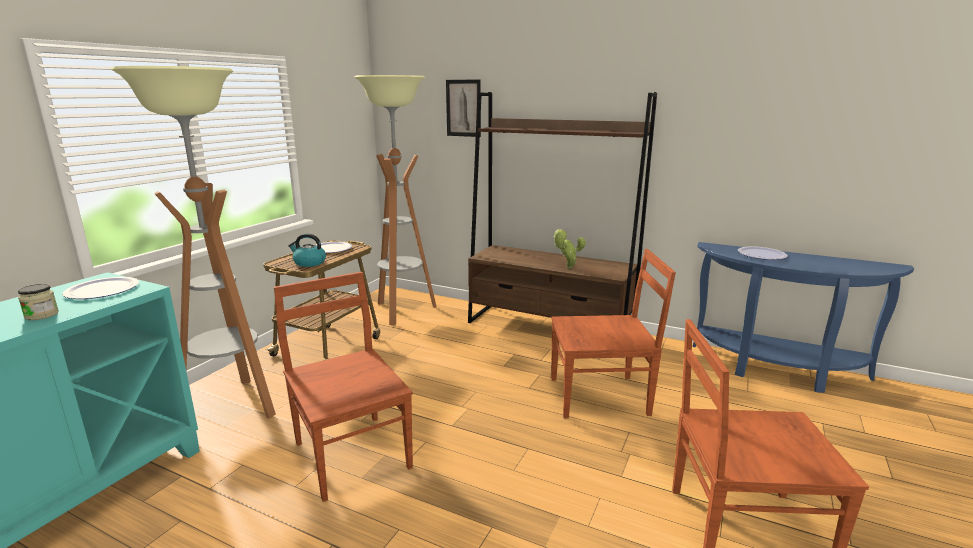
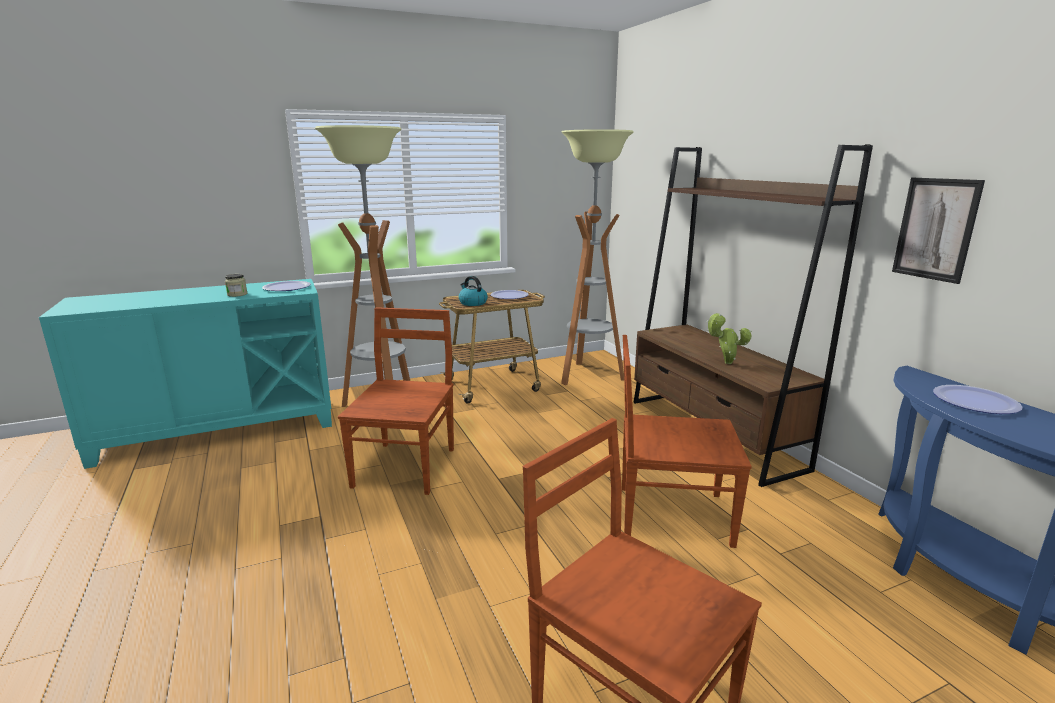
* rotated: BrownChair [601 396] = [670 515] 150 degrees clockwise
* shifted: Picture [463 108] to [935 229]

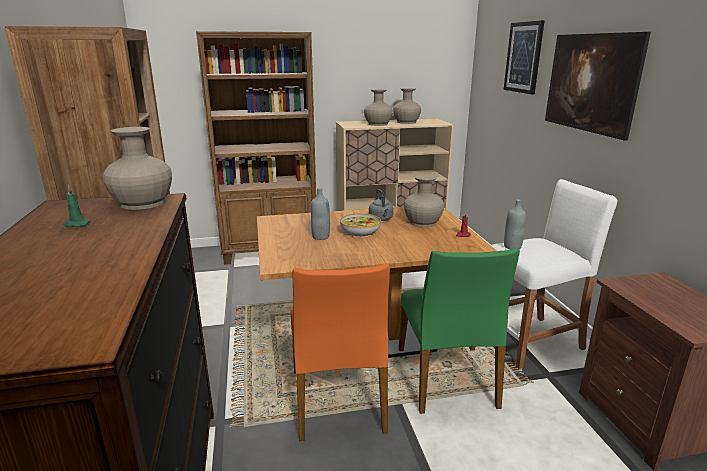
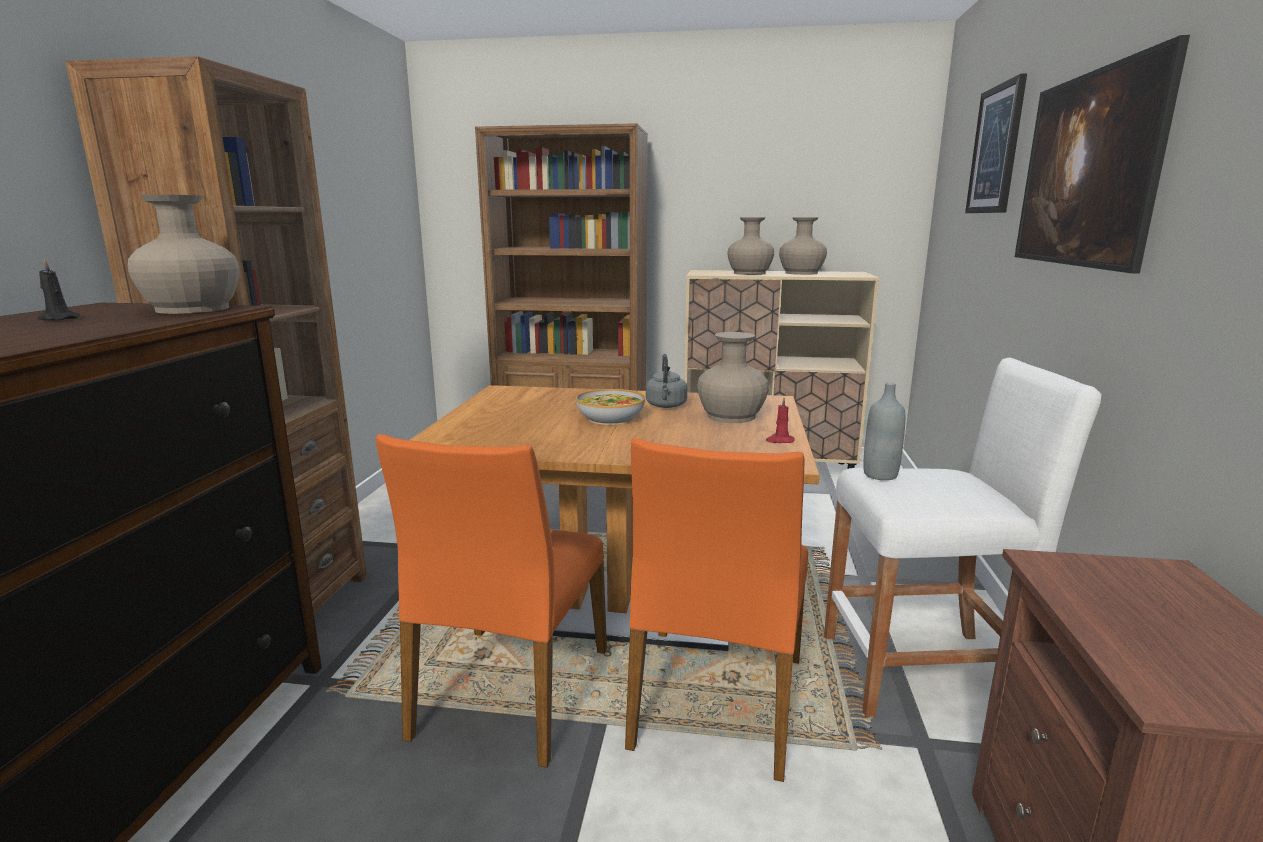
* repainted: GreenCandle [76 224] to BlackCandle [58 319]
* repainted: GreenChair [447 379] to OrangeChair [715 702]
* gone: GreyBottle [320 237]

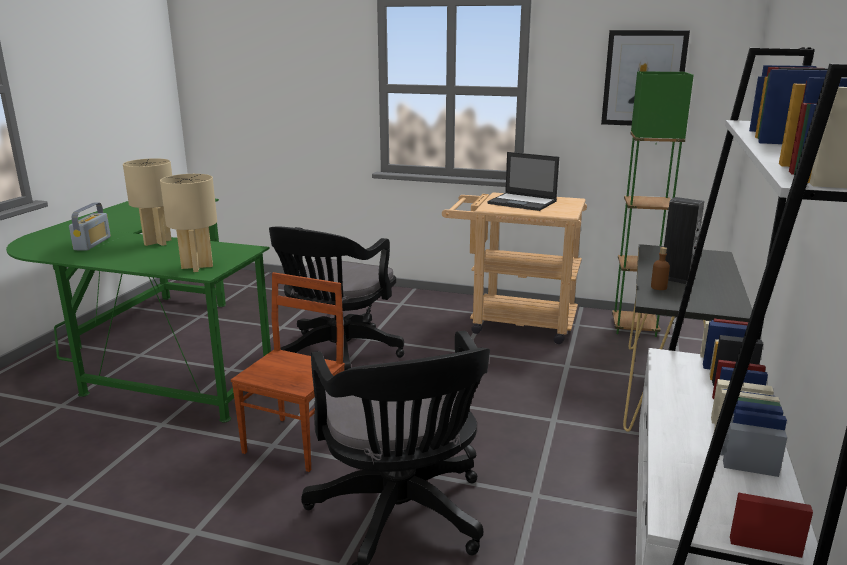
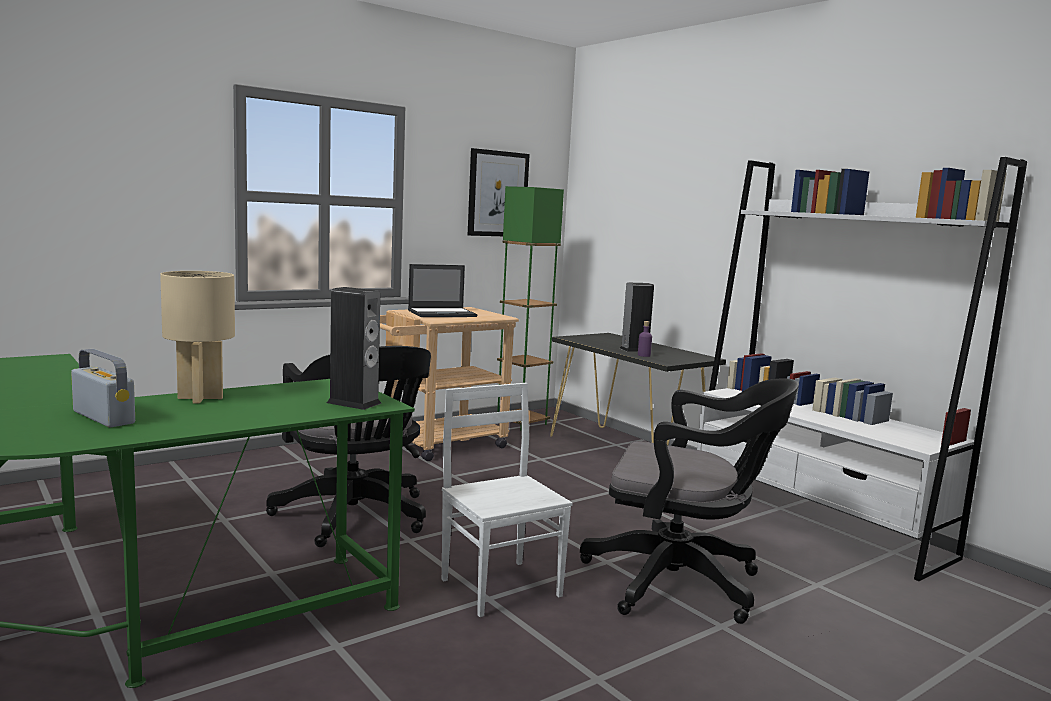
* swapped: BeigeTableLamp [198 267] to Speaker [354 403]
* repainted: BrownChair [297 443] to WhiteChair [501 586]
* repainted: BrownBottle [658 287] to PurpleBottle [644 355]

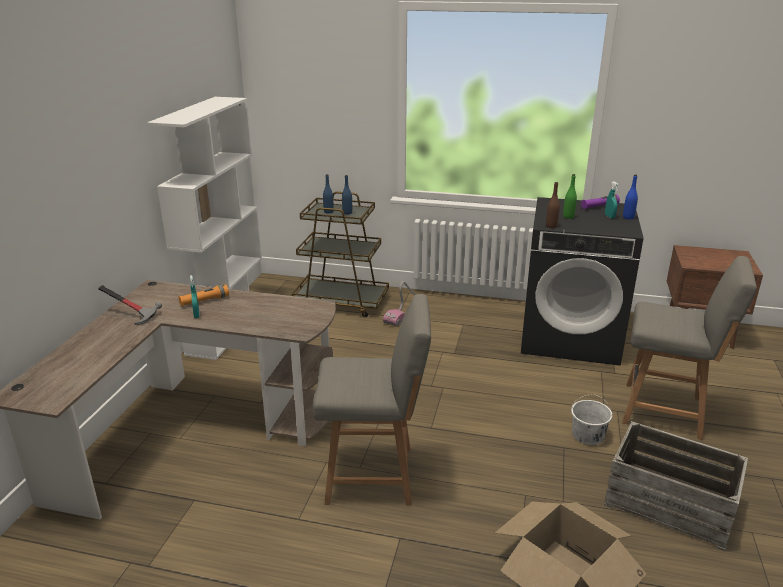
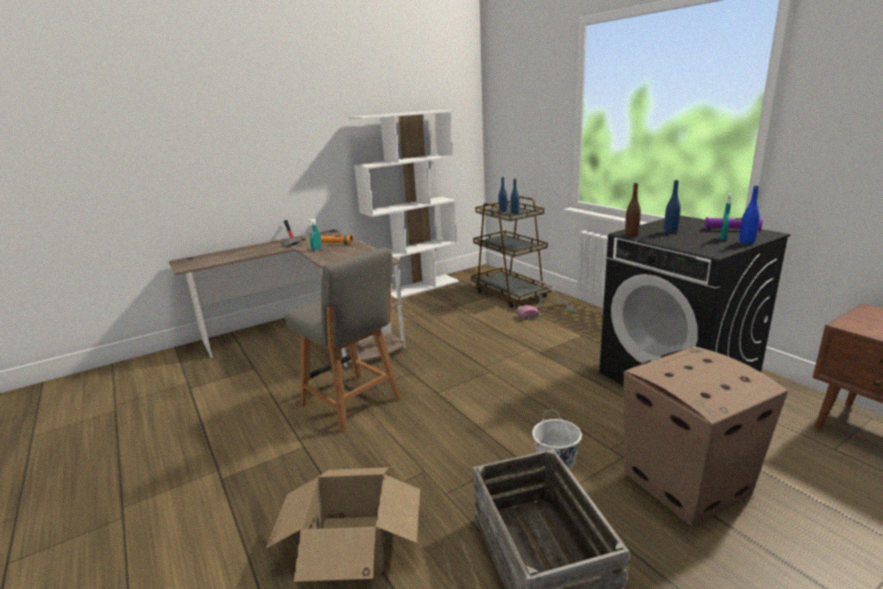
* swapped: GreyChair [666 411] to CardboardBox [684 484]
* repainted: GreenBottle [568 217] to BlueBottle [670 231]

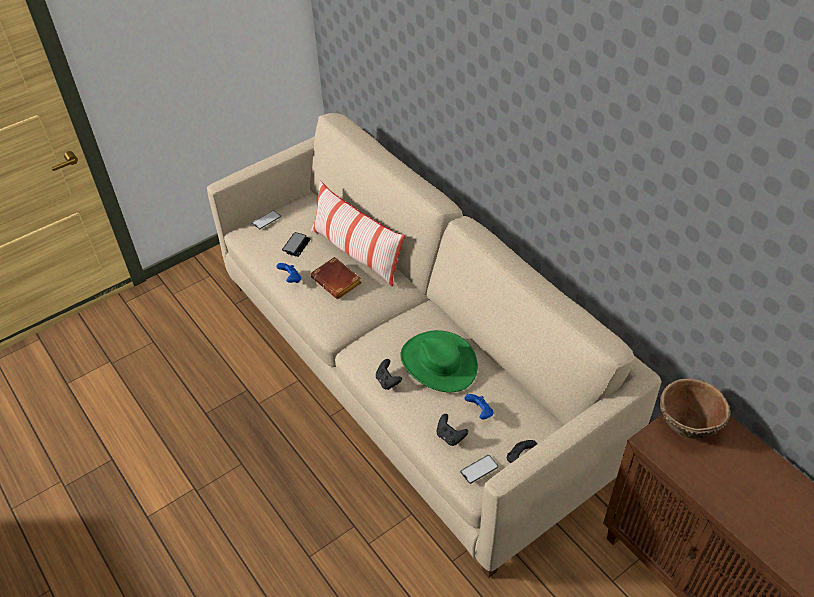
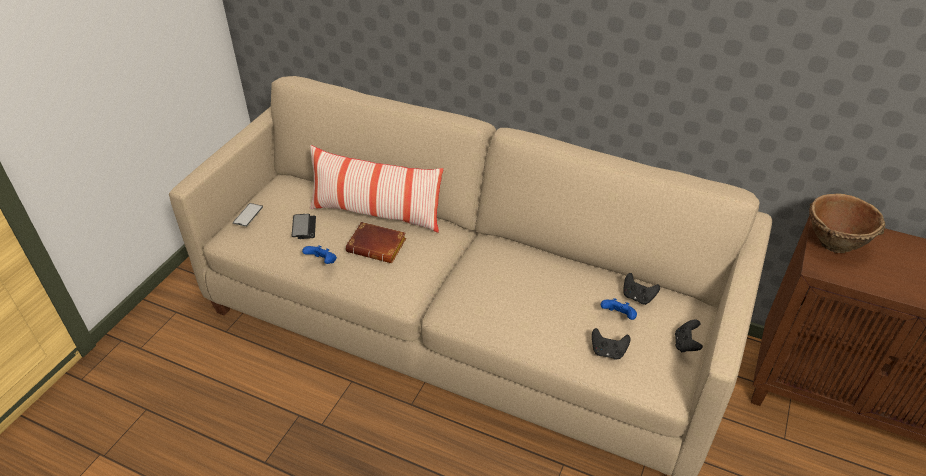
* shifted: BlackGameController [387 381] to [637 297]
* gone: GreenHat [438 362]
* gone: Phone [479 469]

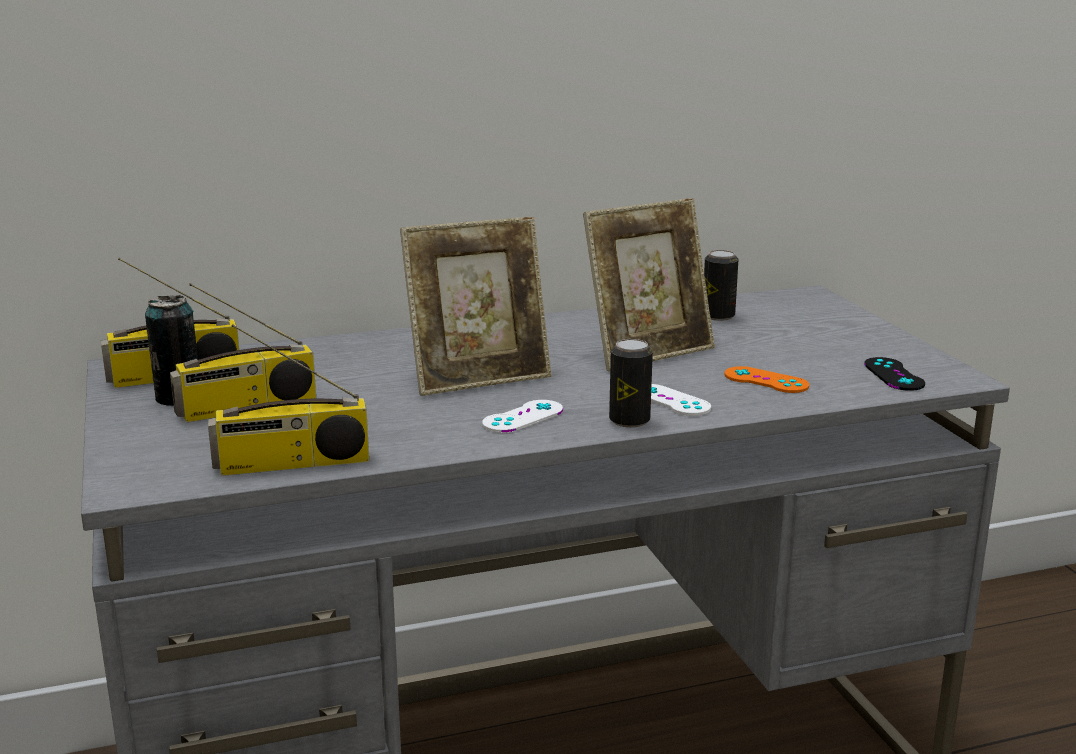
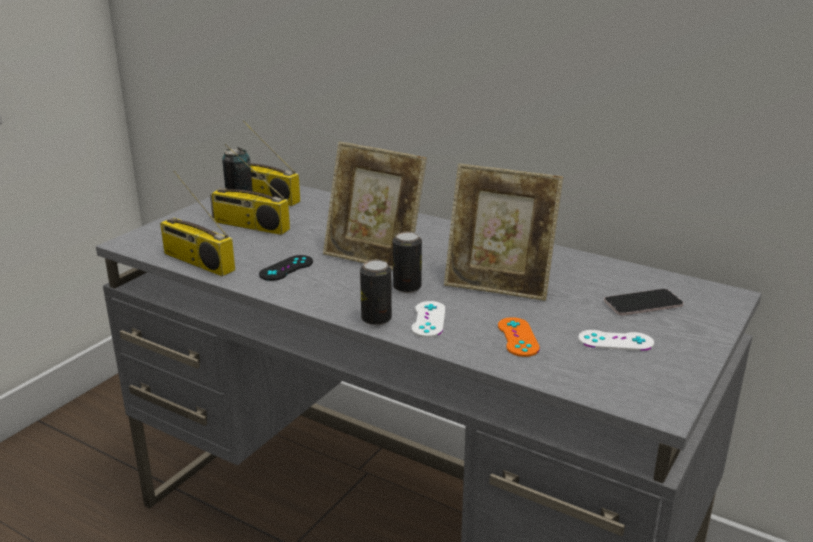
* shifted: BlackGameController [894 374] to [286 268]
* shifted: Can [718 316] to [407 287]
* shifted: WhiteGameController [523 417] to [615 341]
* new: Phone [643 303]

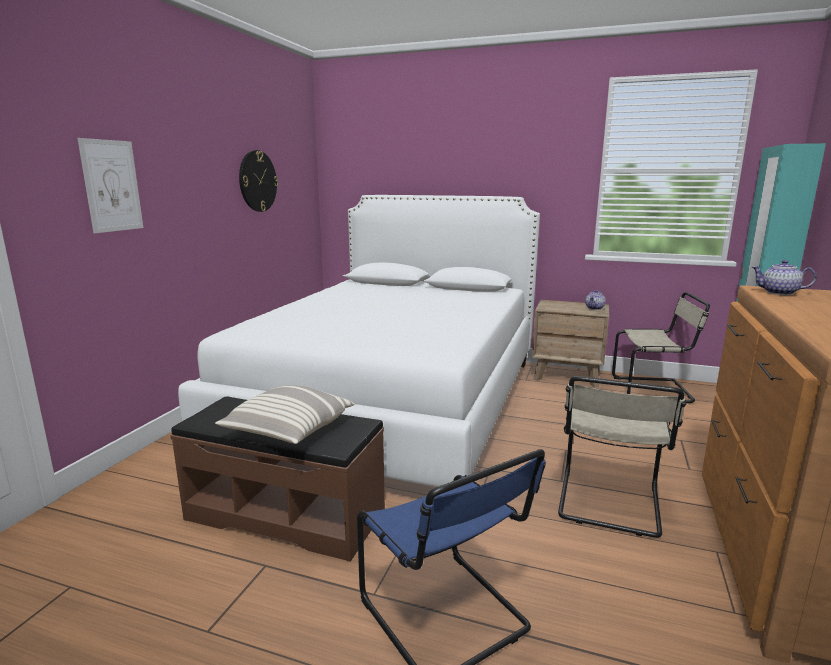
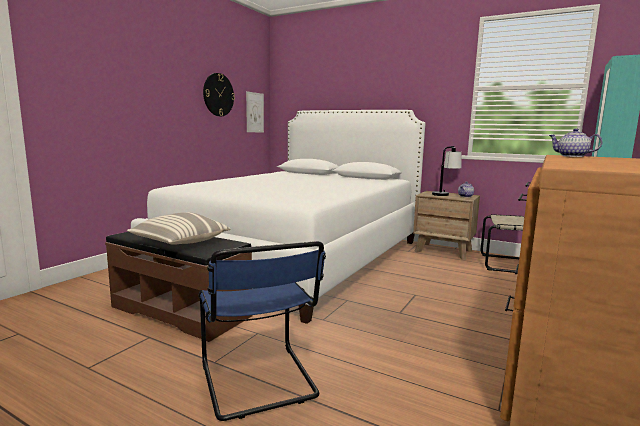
* shifted: Picture [112 186] to [255 112]
* new: TableLamp [445 194]
* gone: BeigeChair [608 504]

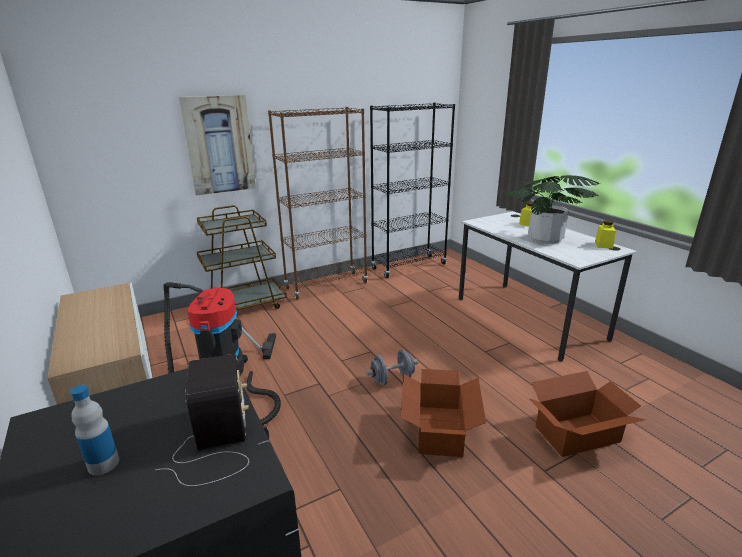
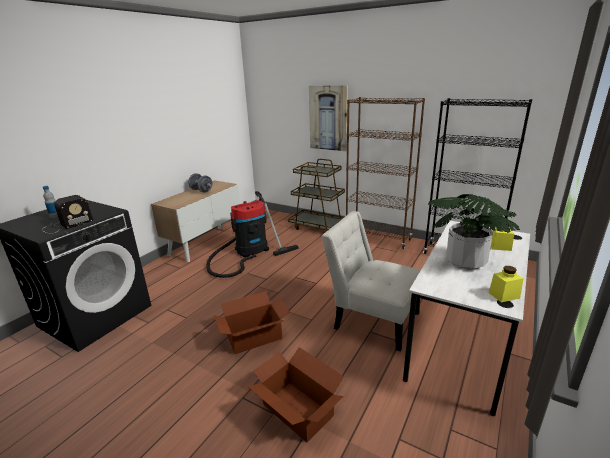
* shifted: GreyDumbbell [392 379] to [201 190]
* new: WhiteChair [372 319]

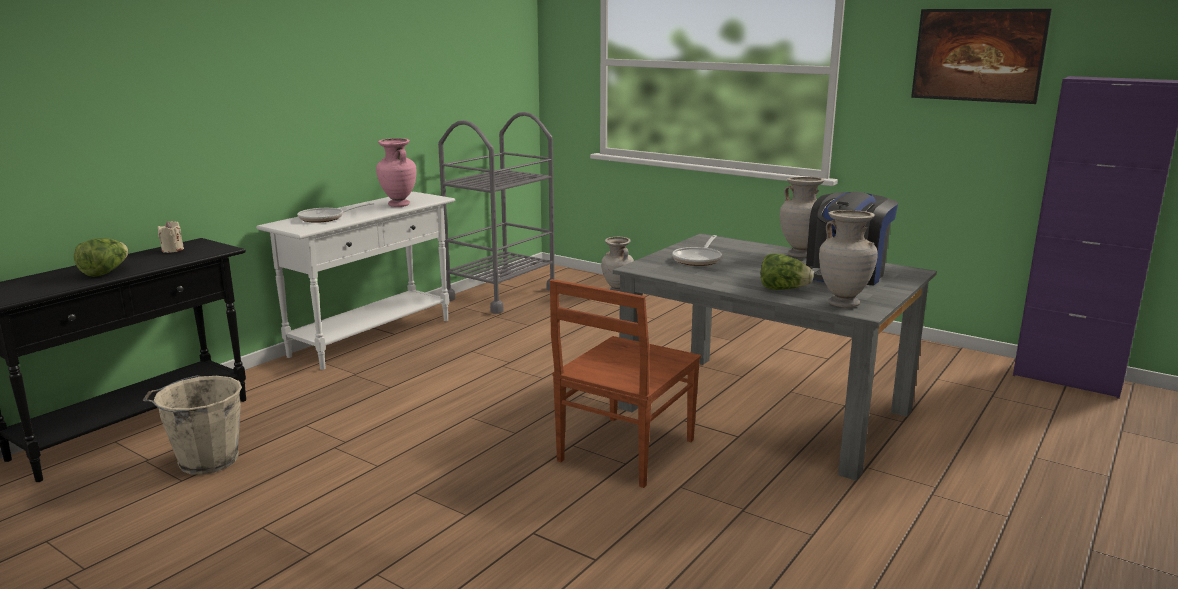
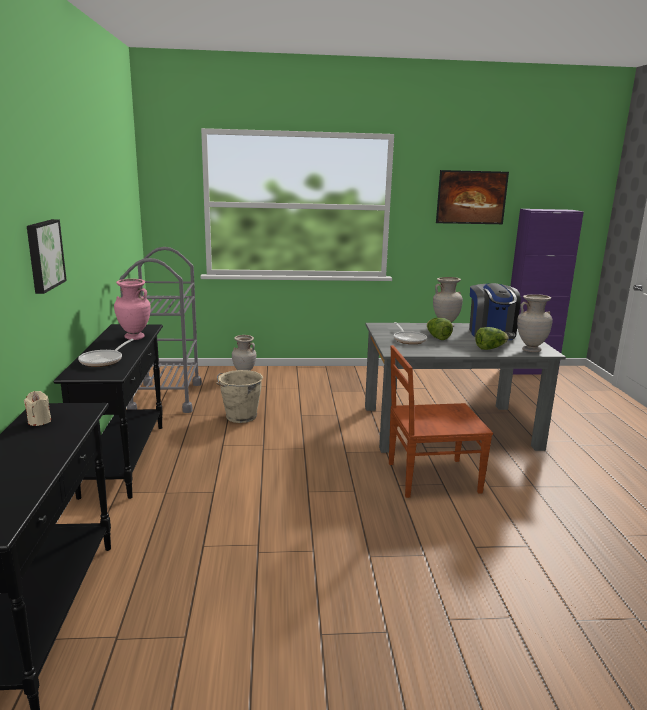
* new: Picture [43 255]
* repainted: WhiteConsoleTable [373 337] to BlackConsoleTable [125 459]
* shifted: BeigeBucket [206 461] to [240 417]
* rotated: BrownChair [624 452] = [430 477] 90 degrees clockwise
* shifted: Lettuce [105 272] to [437 337]

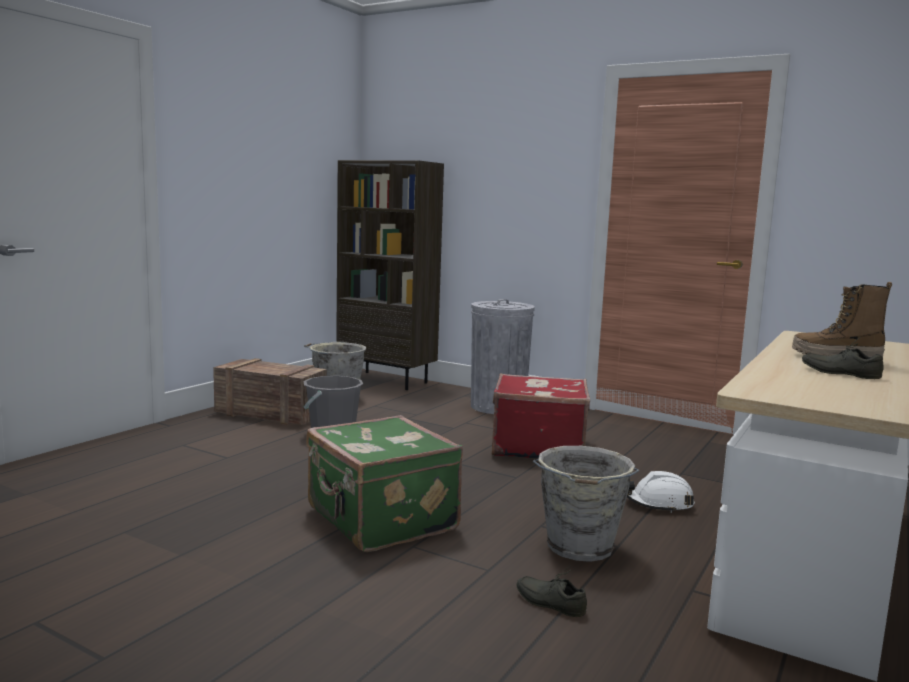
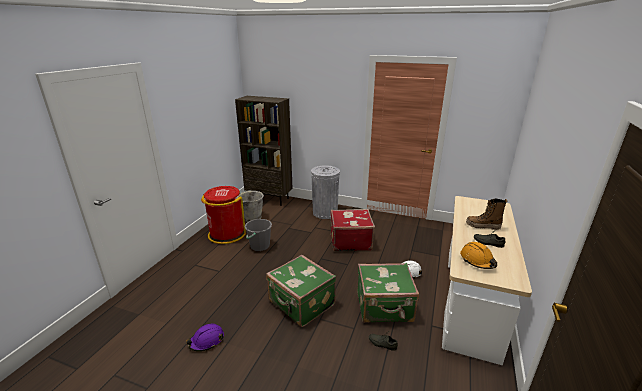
* new: PurpleHardHat [206 341]
* swapped: Crate [272 414] to RedTrashCan [226 234]
* swapped: GreyBucket [579 548] to GreenSuitcase [384 307]
* new: OrangeHardHat [477 261]

